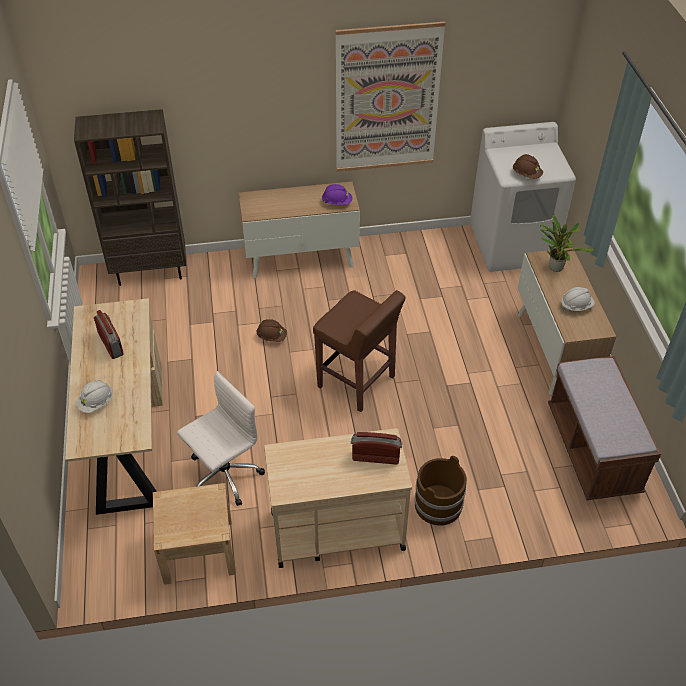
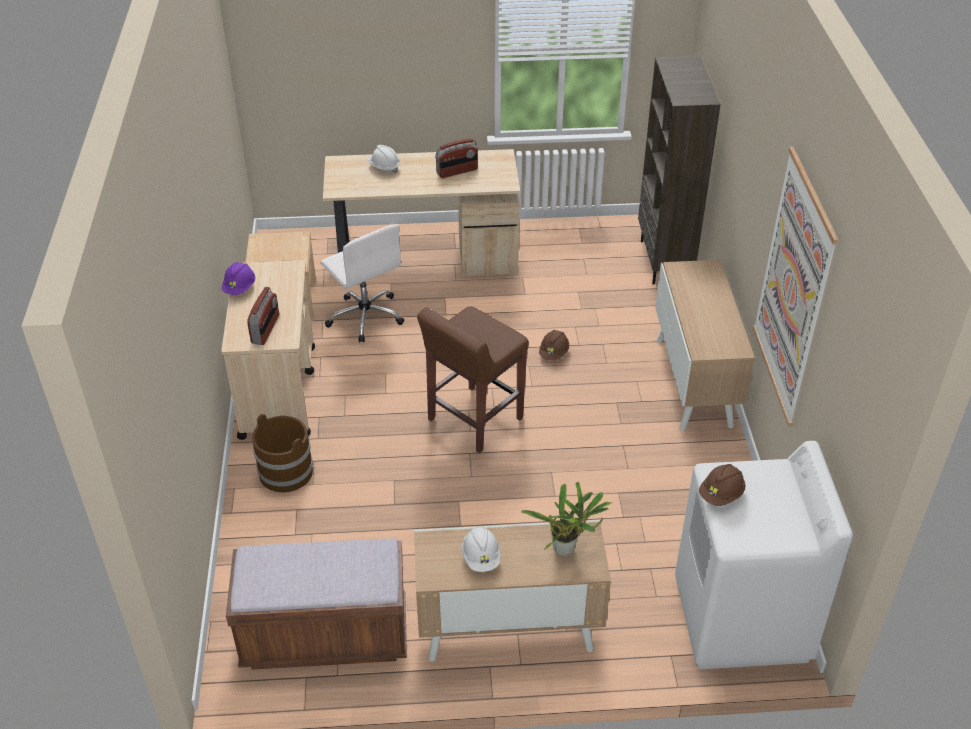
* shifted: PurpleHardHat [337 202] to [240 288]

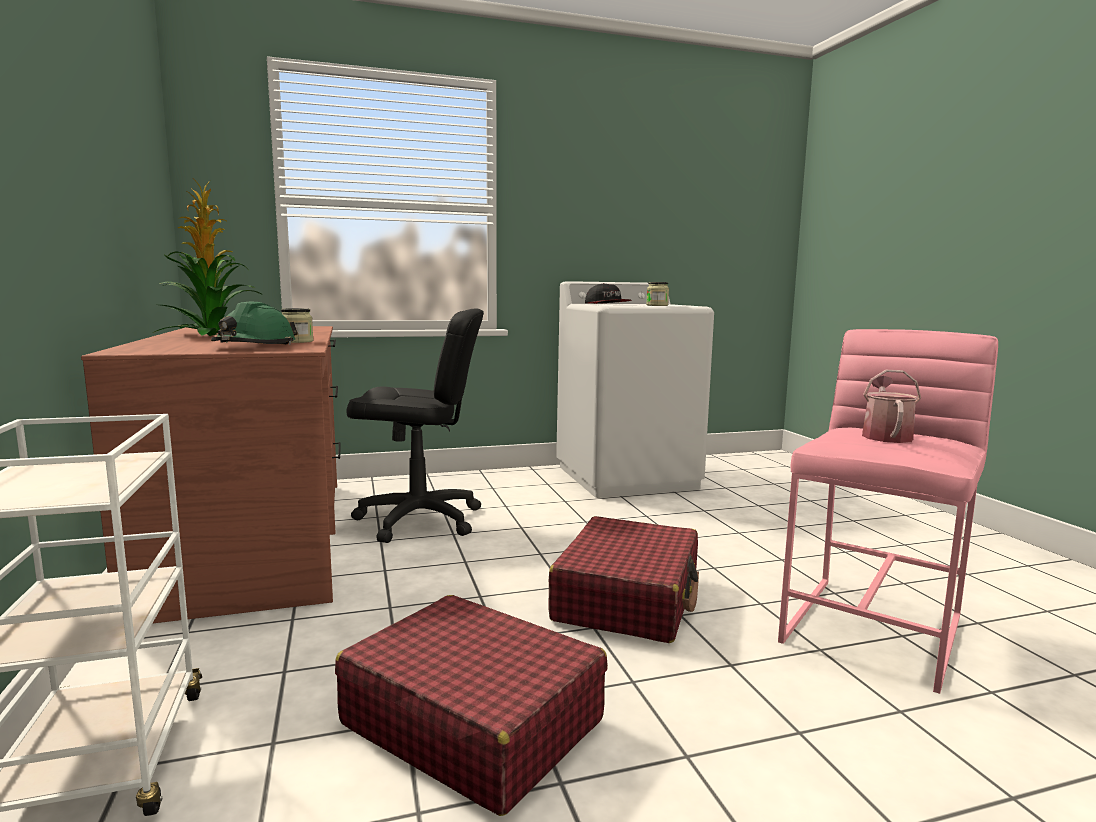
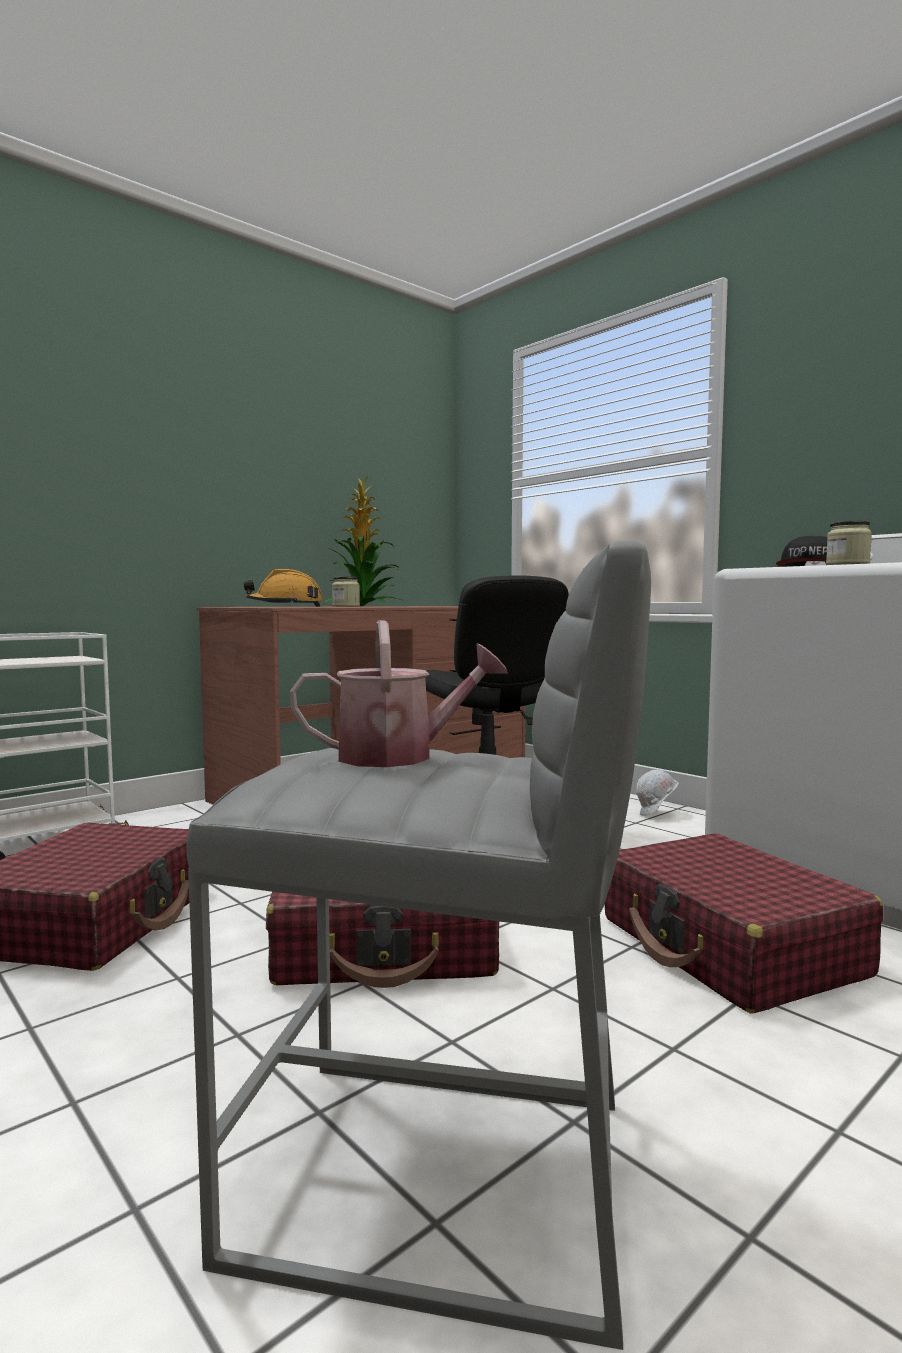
* repainted: PinkStool [875 629] to GreyStool [440 1179]
* repainted: GreenHardHat [255 347] to OrangeHardHat [285 606]
* new: RedSuitcase [730 947]
* new: WhiteHardHat [657 815]

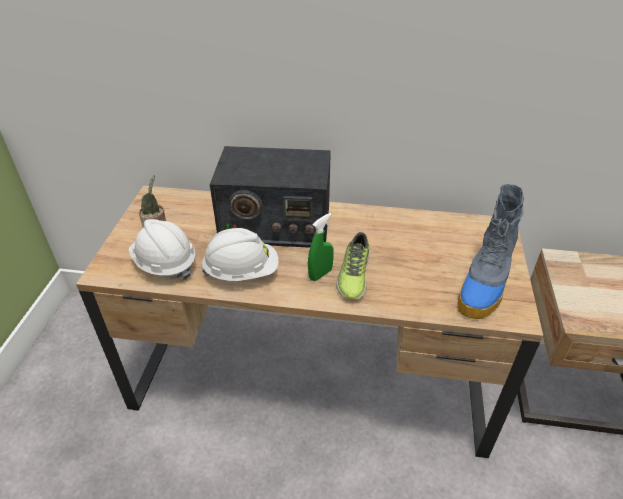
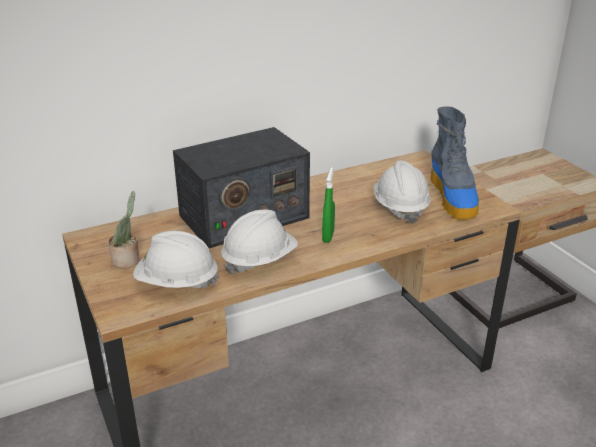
* new: WhiteHardHat [400 207]
* gone: Shoe [353 275]

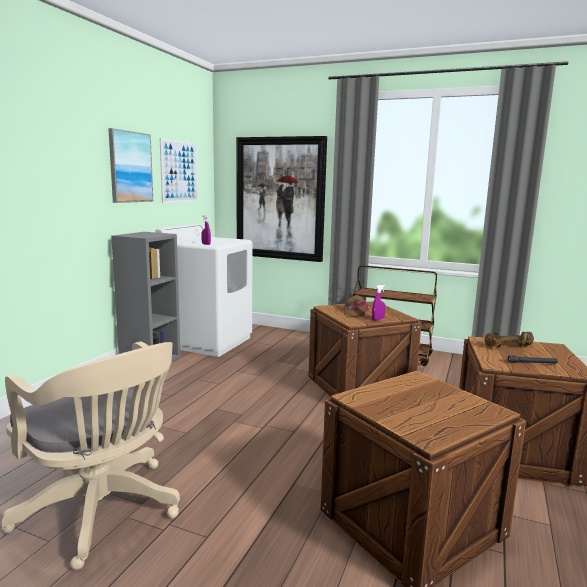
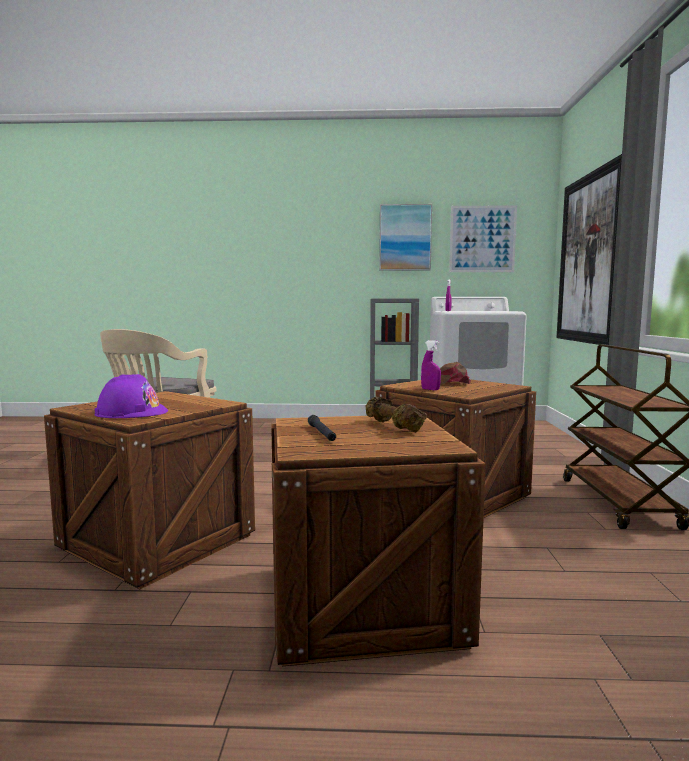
* new: PurpleHardHat [131 412]

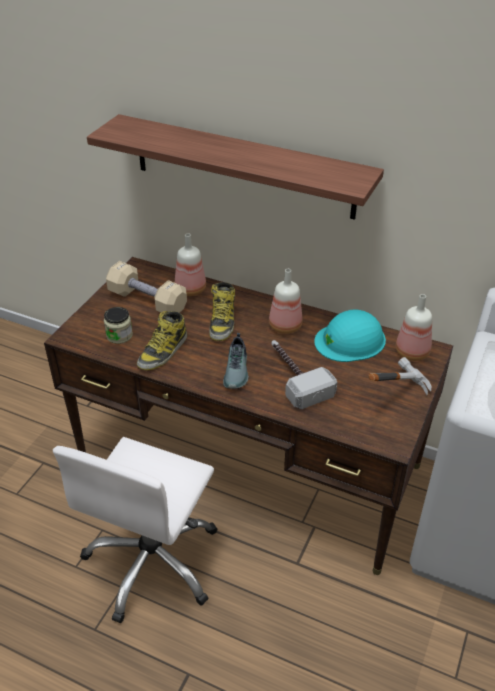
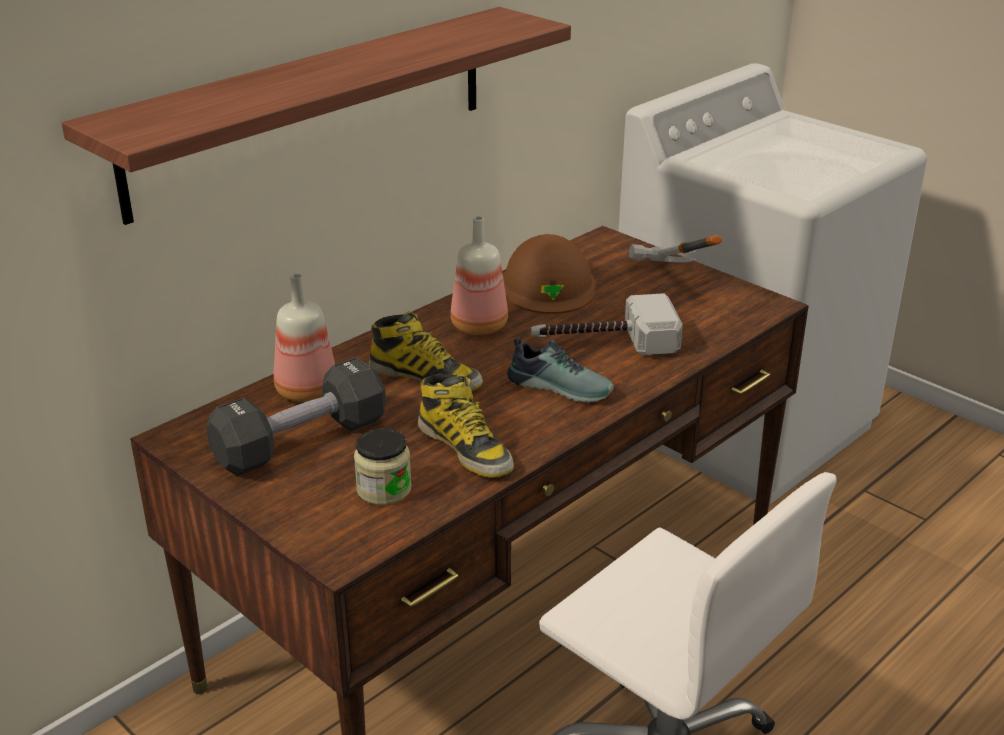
* repainted: BeigeDumbbell [147 301] to BlackDumbbell [301 442]
* repainted: TurquoiseHardHat [350 340] to BrownHardHat [548 285]
* gone: Bottle [411 352]

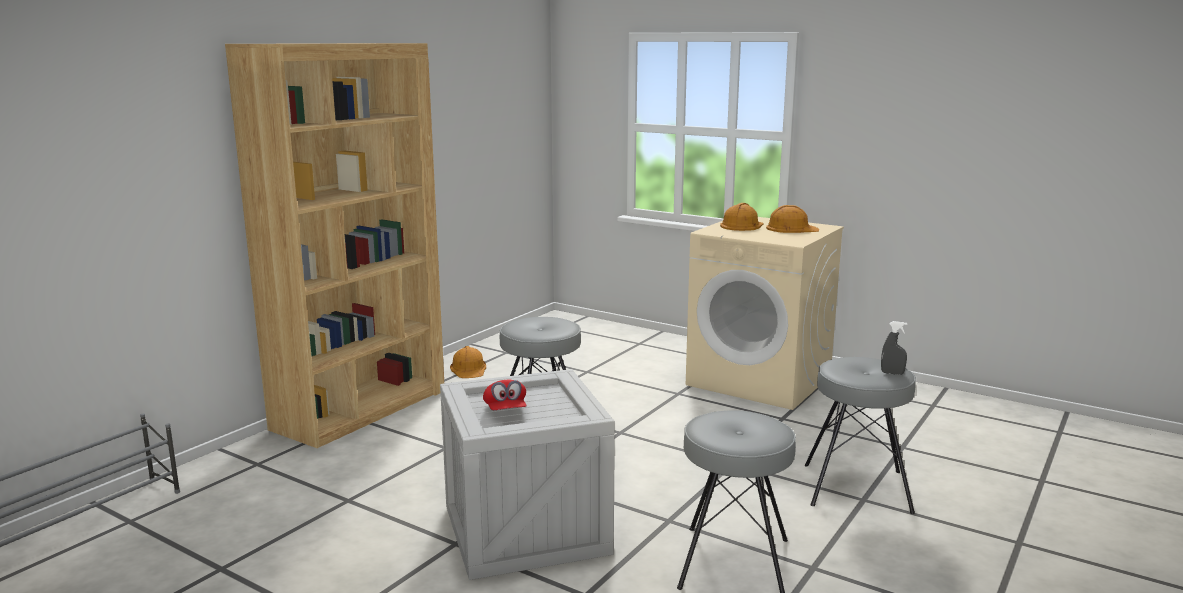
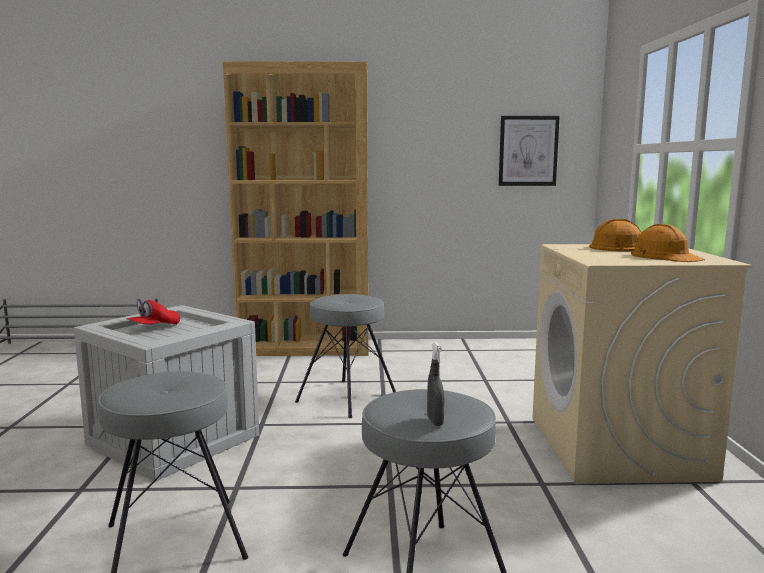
* new: Picture [528 151]
* gone: OrangeHardHat [469 369]

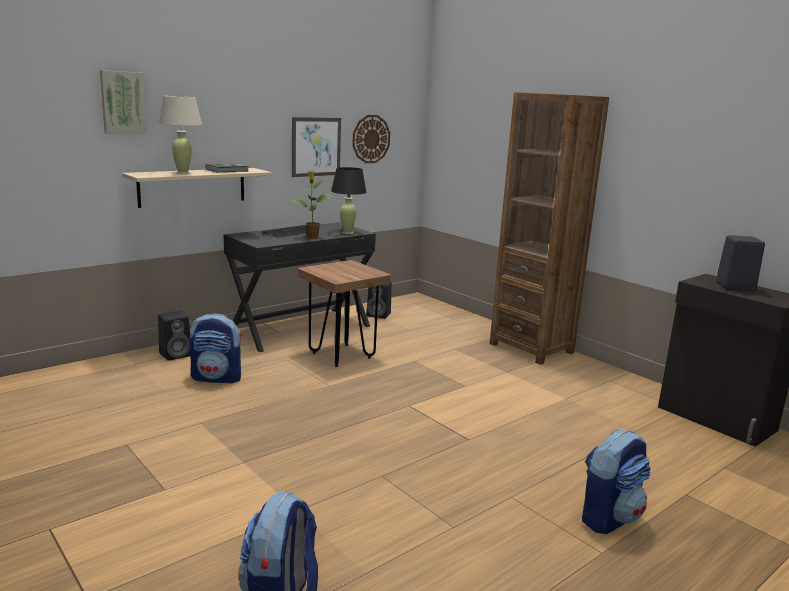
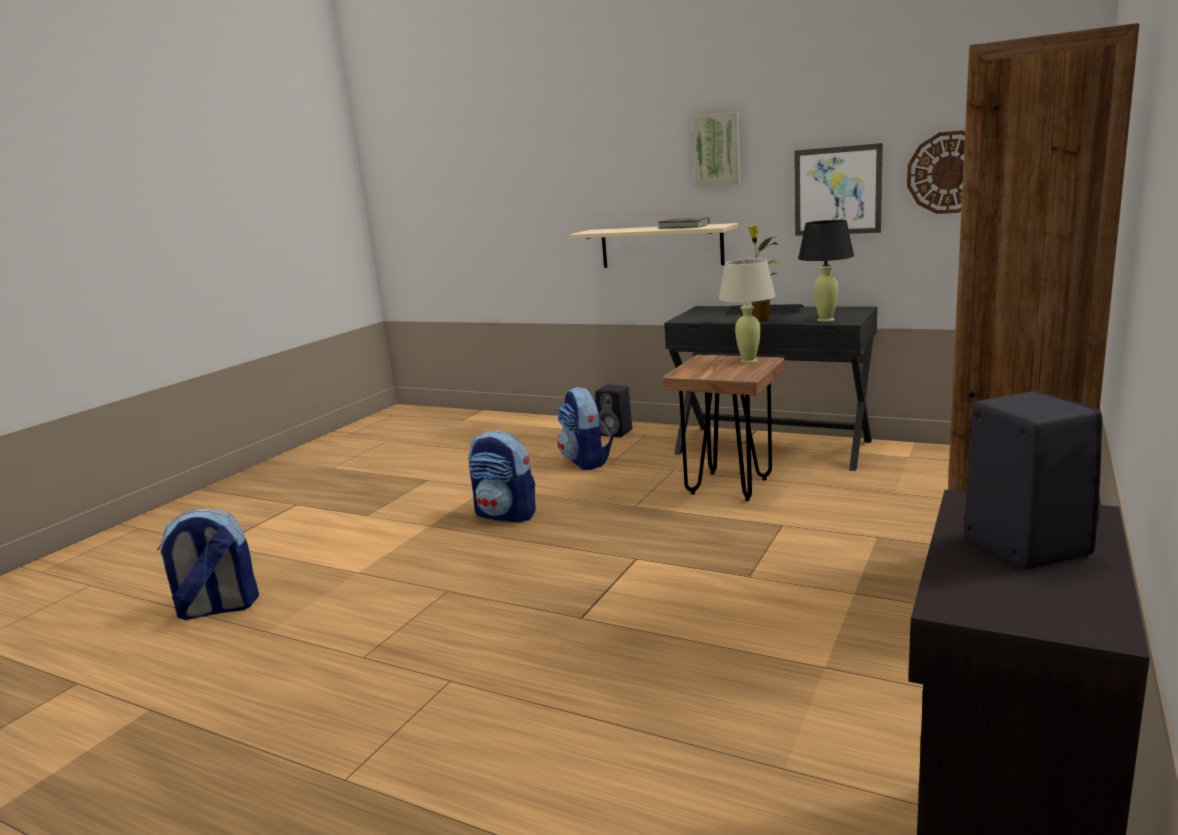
* shifted: Backpack [608 517] to [506 514]
* shifted: Picture [122 102] to [717 150]
* shifted: BeigeTableLamp [183 173] to [748 361]
* gone: BlackSpeaker [379 315]

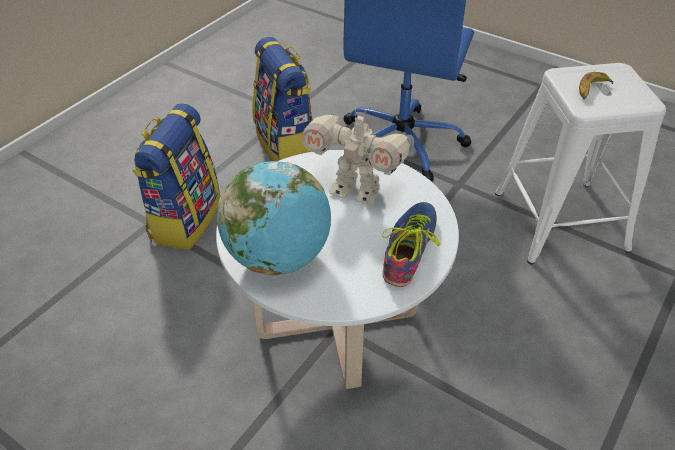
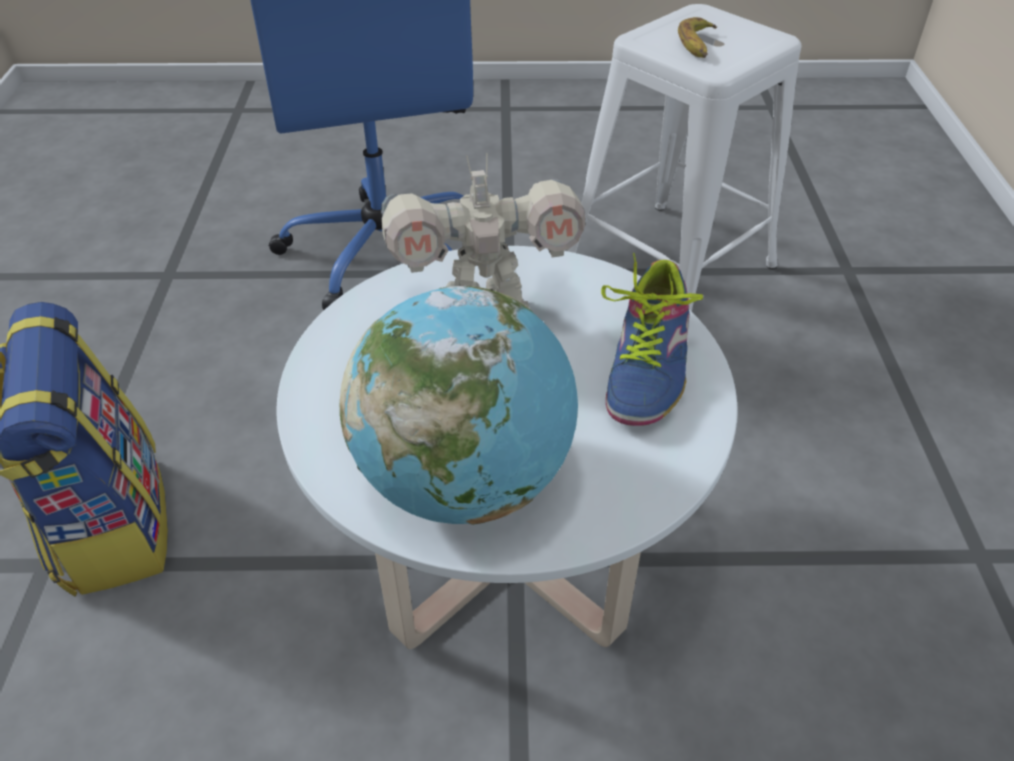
* rotated: Shoe [409 249] = [648 363] 150 degrees counterclockwise
* gone: Backpack [286 144]

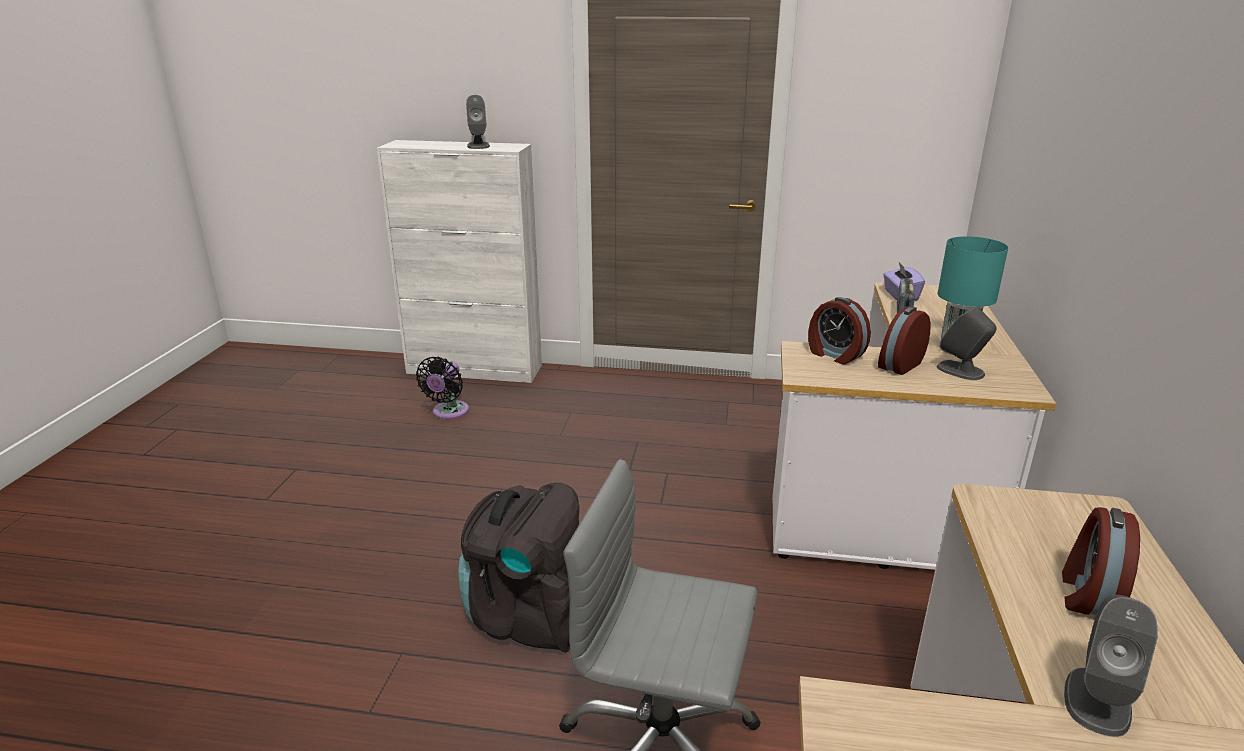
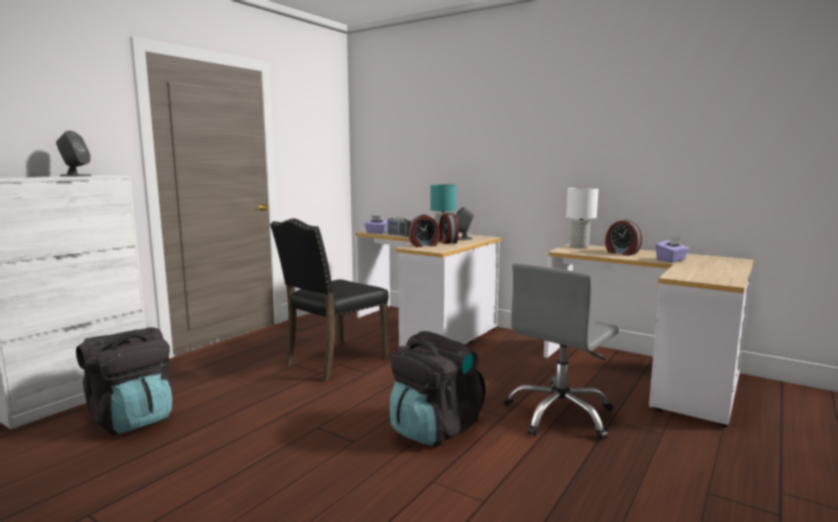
* swapped: BlackFan [448 413] to BlackBackpack [132 419]
* new: BlackChair [333 362]
* new: WhiteTableLamp [579 247]
* swapped: GreySpeaker [1097 700] to PurpleTissueBox [671 260]

